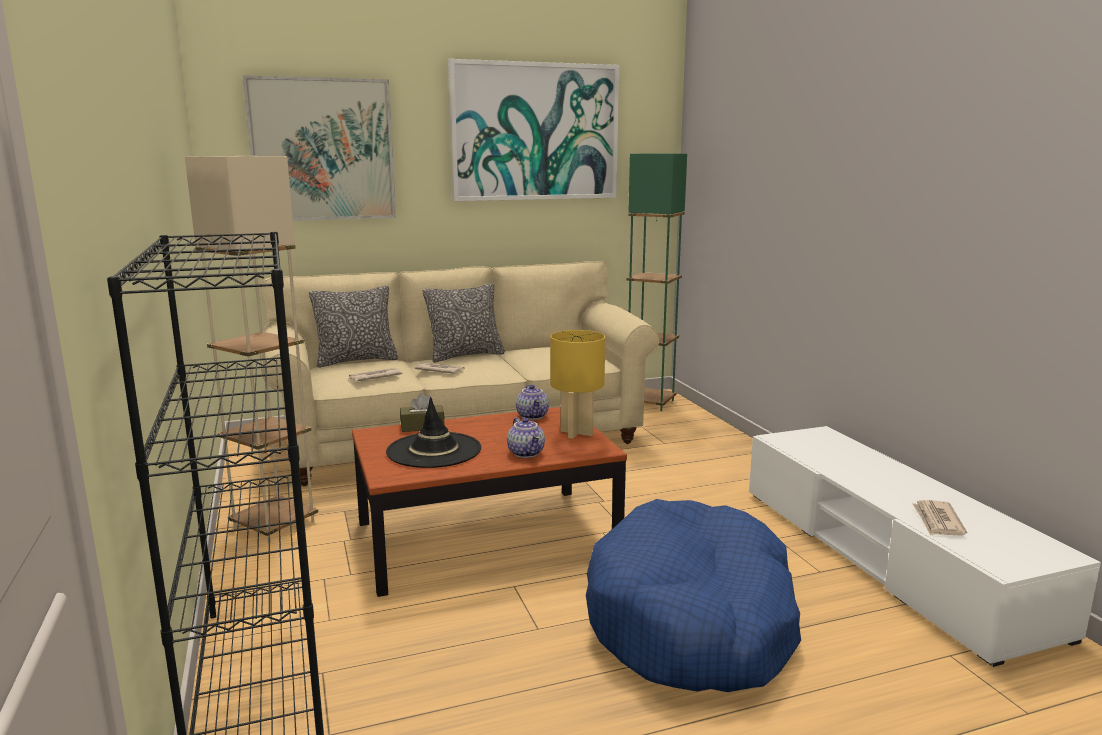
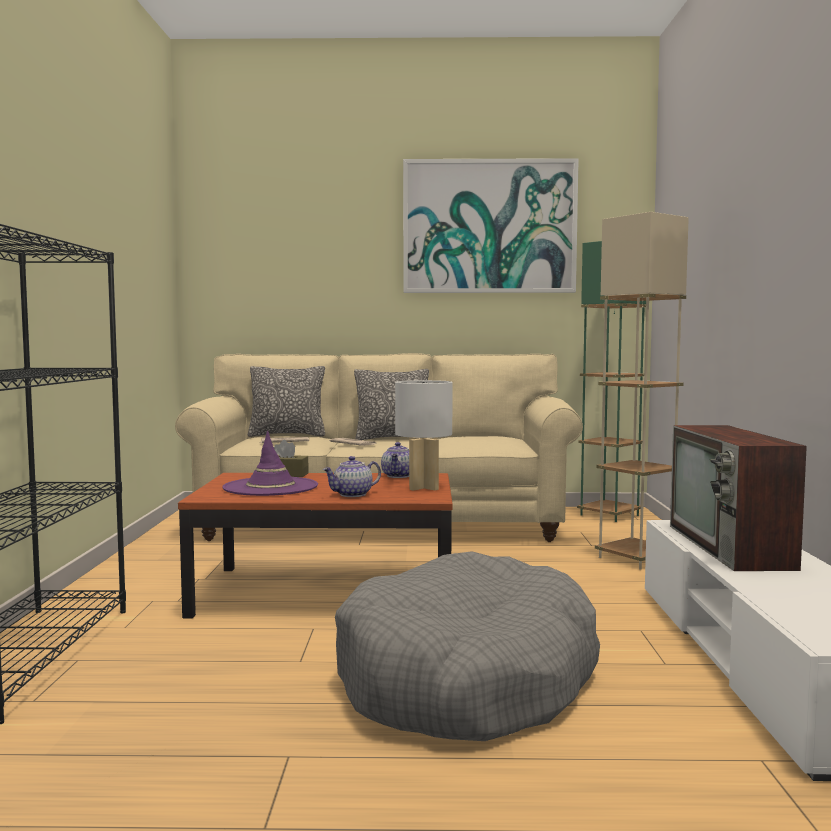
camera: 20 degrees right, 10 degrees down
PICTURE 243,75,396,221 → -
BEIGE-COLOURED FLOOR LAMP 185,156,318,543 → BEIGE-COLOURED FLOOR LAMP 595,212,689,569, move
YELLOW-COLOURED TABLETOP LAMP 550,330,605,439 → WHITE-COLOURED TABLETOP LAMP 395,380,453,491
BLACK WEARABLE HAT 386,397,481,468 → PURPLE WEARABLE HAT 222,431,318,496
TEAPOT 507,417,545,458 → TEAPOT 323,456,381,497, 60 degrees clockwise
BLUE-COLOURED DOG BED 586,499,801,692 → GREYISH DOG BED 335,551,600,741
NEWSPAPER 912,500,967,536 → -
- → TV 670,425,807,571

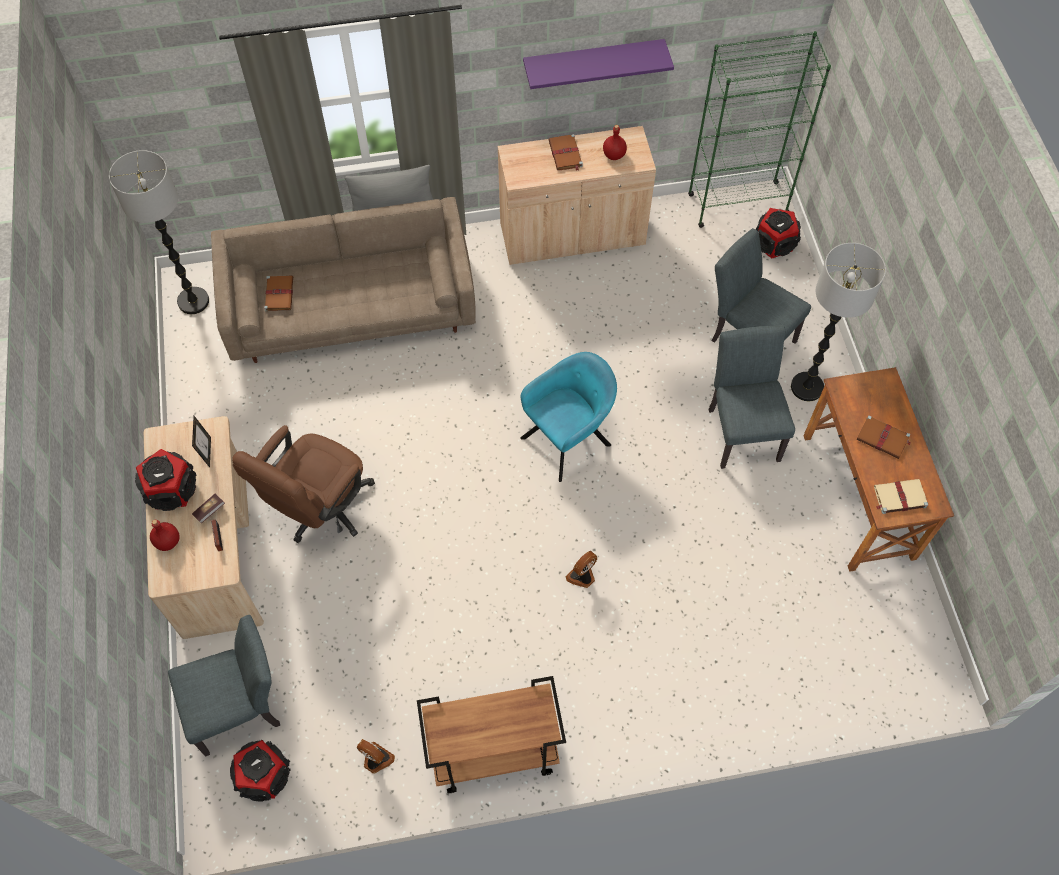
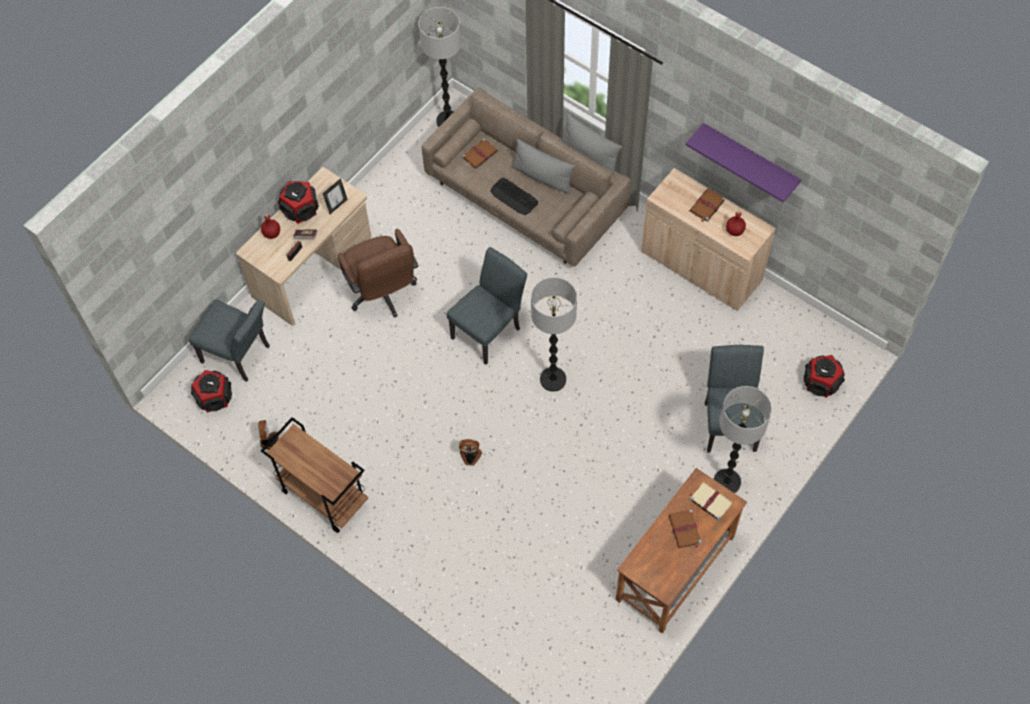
camera: 50 degrees right, 0 degrees up
GREEN-COLOURED BOOKCASE 688,31,831,228 → -
GREYISH CHAIR 708,325,795,469 → GREYISH CHAIR 447,247,527,365, move
BLUE-GREEN ARMCHAIR 520,352,617,482 → FLOOR LAMP 531,277,577,392
BROWN OFFICE CHAIR 232,425,375,543 → BROWN OFFICE CHAIR 338,229,419,318, 105 degrees counterclockwise
BEIGE-COLOURED BOUND BOOK 874,479,928,514 → BEIGE-COLOURED BOUND BOOK 690,482,732,521, move
- → GREYISH PILLOW 512,139,575,194
- → COMPUTER KEYBOARD 490,178,538,215

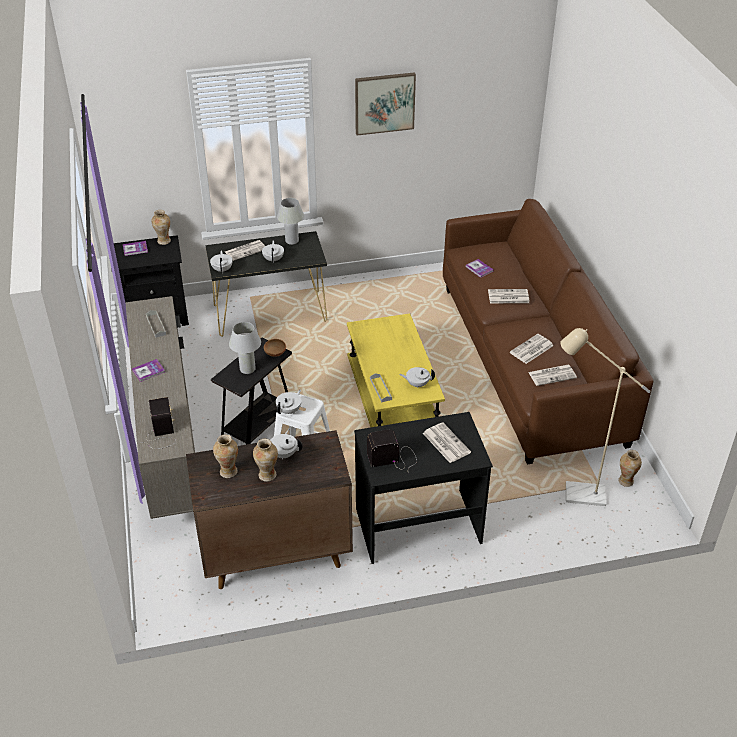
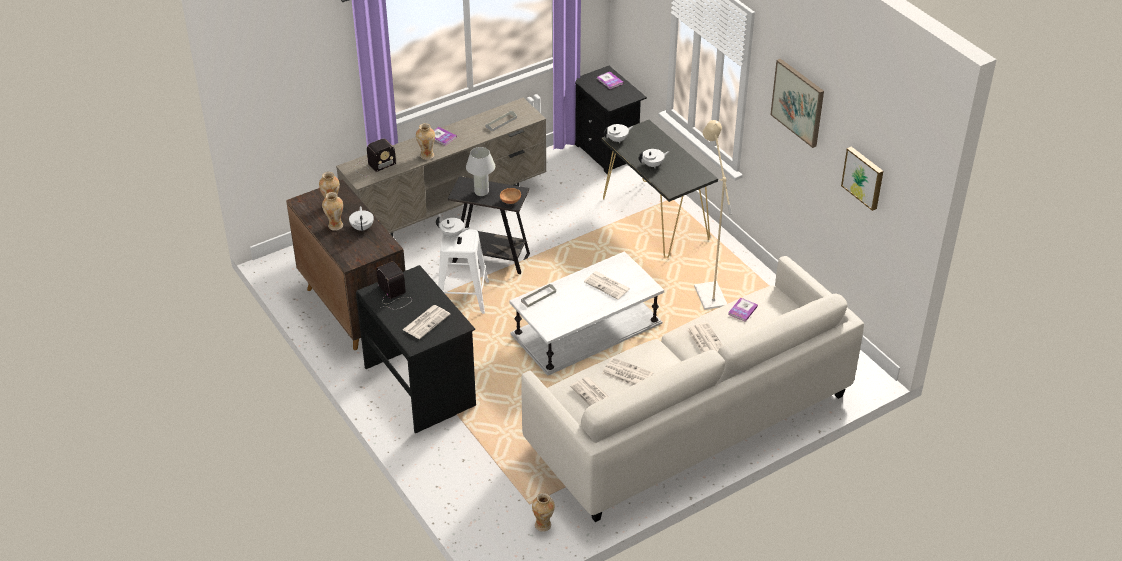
camera: 70 degrees right, 0 degrees up
WHITE-COLOURED TABLETOP LAMP 277,198,304,245 → -
BROWN SOFA 443,199,653,465 → WHITE-COLOURED SOFA 521,256,864,522
VASE 152,210,171,245 → VASE 416,123,435,160, move
NEWSPAPER 225,240,265,261 → NEWSPAPER 584,271,630,299, move
YELLOW-COLOURED LOUNGE TABLE 347,314,445,427 → WHITE-COLOURED LOUNGE TABLE 510,251,664,376
BEIGE-COLOURED FLOOR LAMP 560,328,651,506 → BEIGE-COLOURED FLOOR LAMP 694,120,732,310, move
WHITE-COLOURED TEAPOT 399,367,435,388 → -
- → PICTURE 841,147,883,211

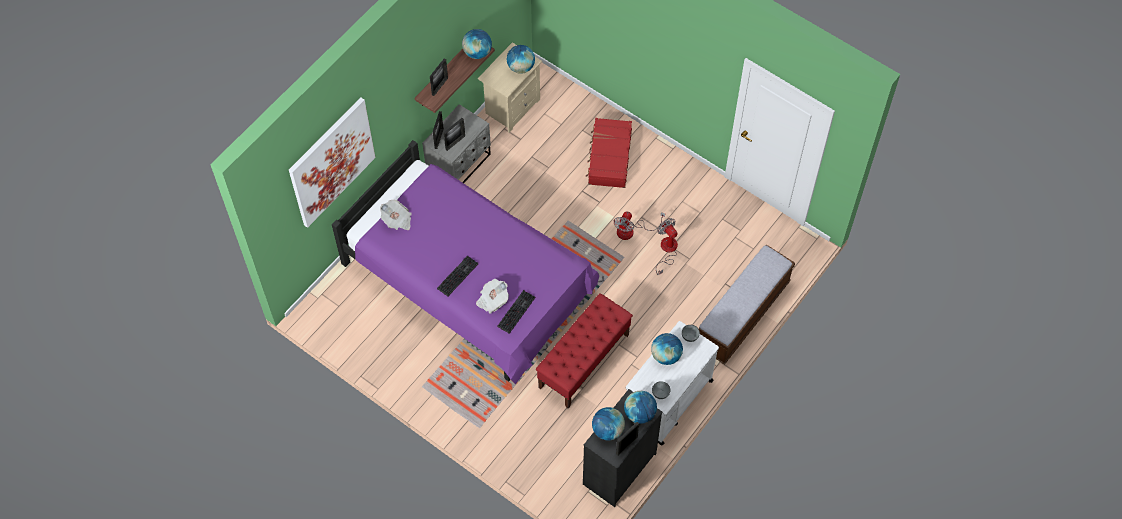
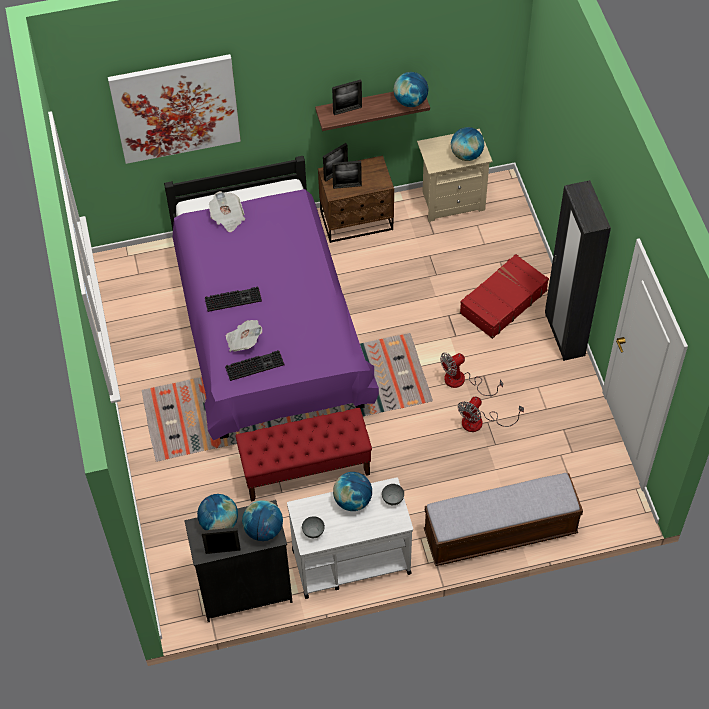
camera: 40 degrees right, 5 degrees down
GREYISH NIGHTSTAND 422,104,491,183 → BROWN NIGHTSTAND 318,156,394,243
FAN 656,218,678,275 → FAN 458,397,524,432, 150 degrees counterclockwise
- → BLACK CLOTHES CUPBOARD 545,180,611,361

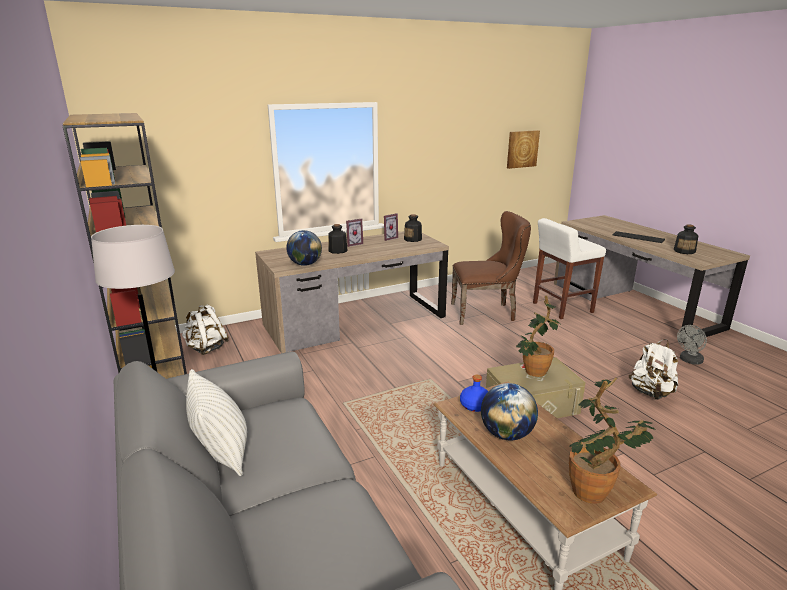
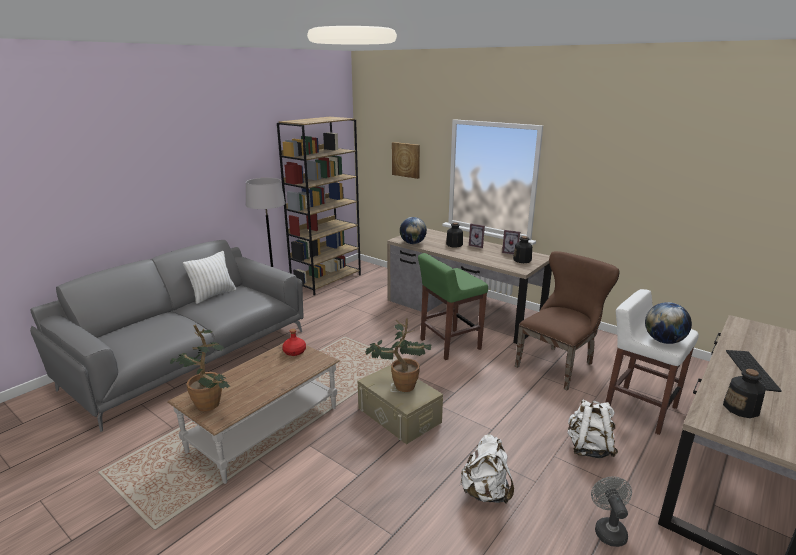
camera: 65 degrees right, 0 degrees up
PICTURE 507,130,540,169 → PICTURE 392,142,420,179, move
BROWN CHAIR 451,211,531,325 → BROWN CHAIR 515,251,620,391, 105 degrees counterclockwise
WHITE-COLOURED RUCKSACK 182,304,229,355 → WHITE-COLOURED RUCKSACK 568,400,618,458, move
GREYISH FAN 677,325,707,364 → GREYISH FAN 591,476,632,547, 60 degrees clockwise
BLUE-COLOURED BOTTLE 460,375,488,412 → REDDISH BOTTLE 282,329,306,356
WORLD GLOBE 481,383,538,441 → WORLD GLOBE 645,302,692,344, move
- → GREEN-COLOURED STOOL 418,253,488,360

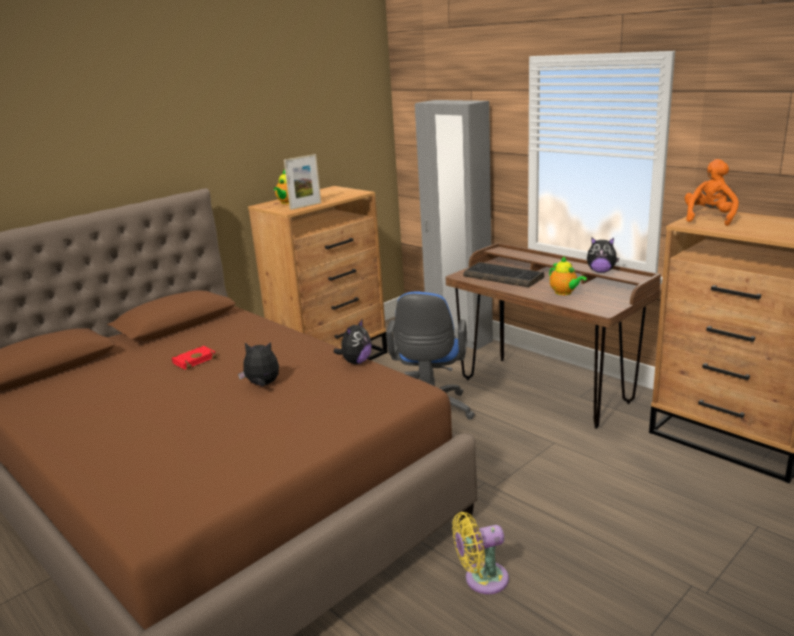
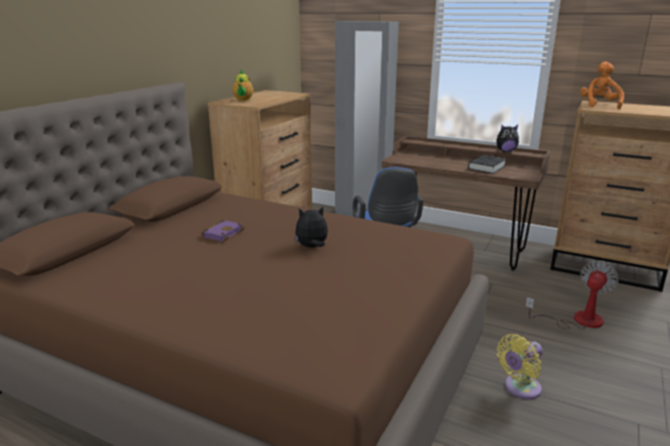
camera: 20 degrees left, 0 degrees up
PICTURE FRAME 284,154,321,210 → -
TEAPOT 549,256,587,295 → BLACK BOUND BOOK 468,155,506,174
COMPUTER KEYBOARD 463,262,544,288 → -
SOFT TOY 334,319,372,364 → -
REDDISH BOUND BOOK 171,345,217,370 → PURPLE BOUND BOOK 201,220,245,241
- → FAN 525,261,619,329

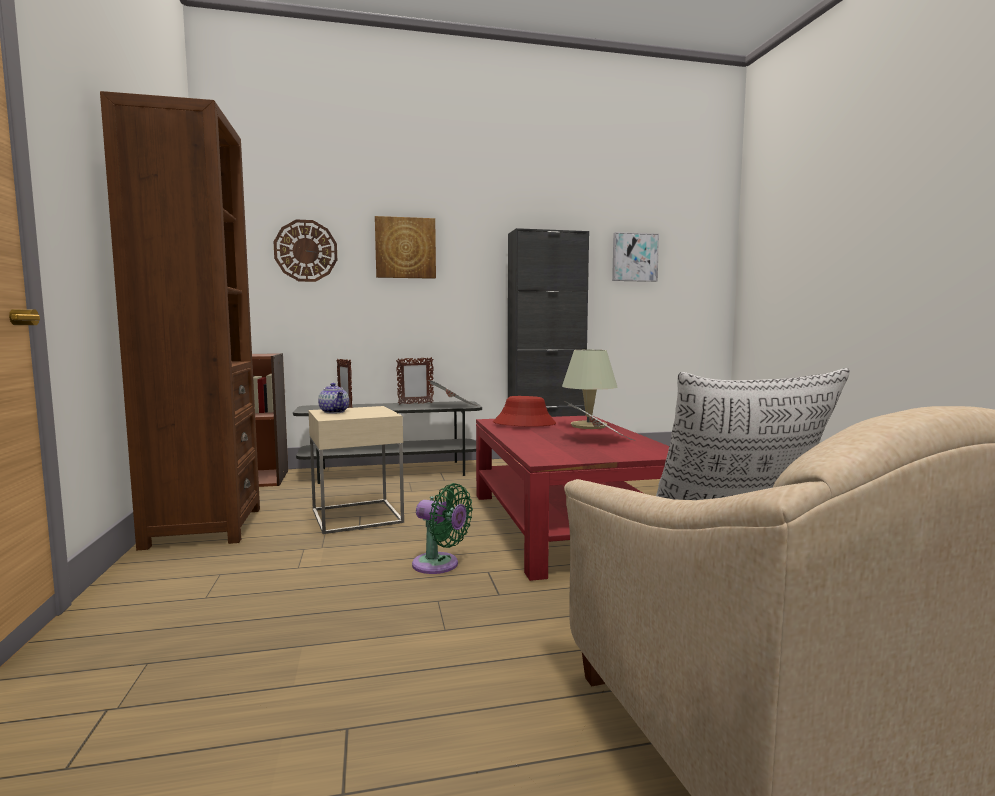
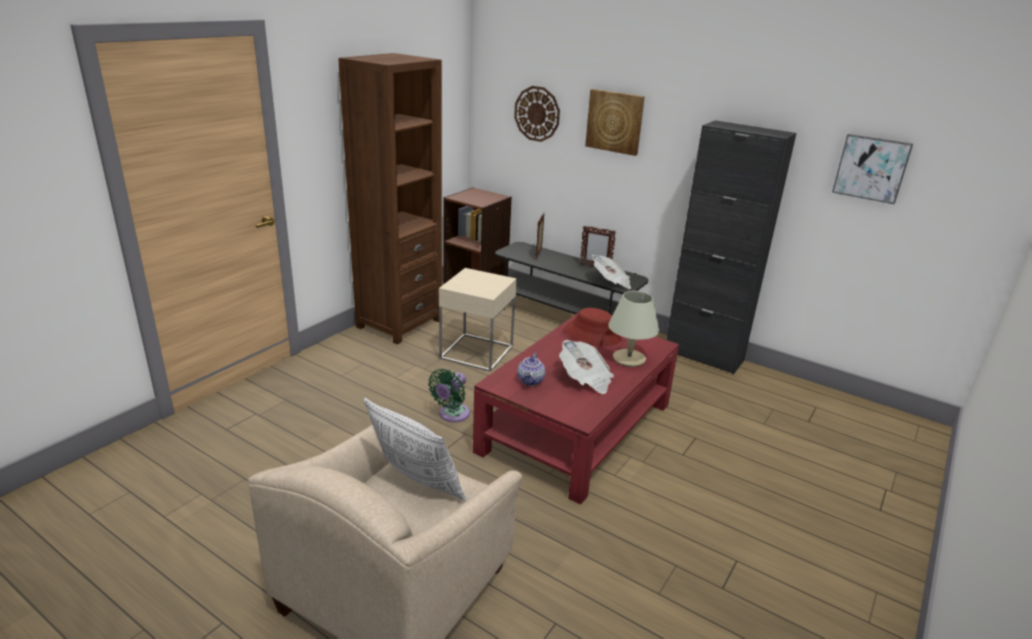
camera: 45 degrees right, 20 degrees up
TEAPOT 318,383,349,414 → TEAPOT 517,353,545,386, move
GREEN-COLOURED FAN 412,483,473,574 → GREEN-COLOURED FAN 428,369,470,422, 45 degrees clockwise

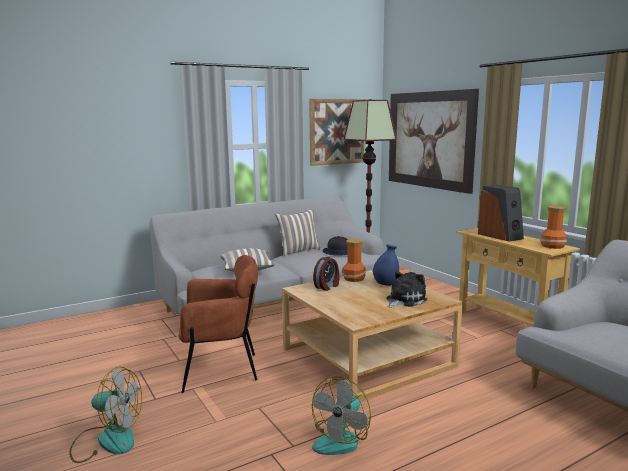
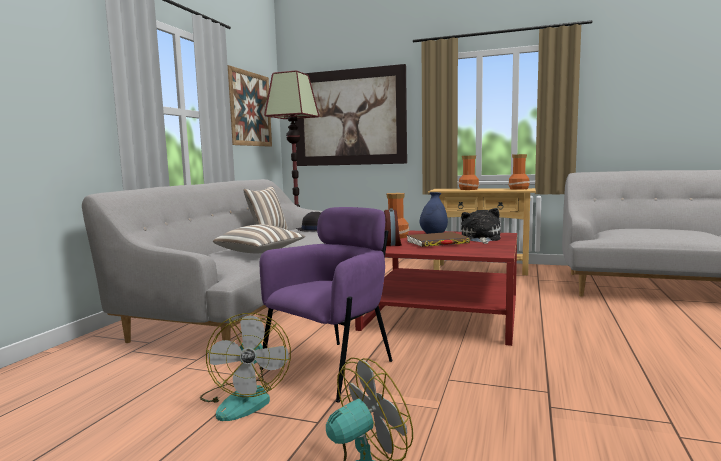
camera: 40 degrees left, 5 degrees down
AUDIO SPEAKER 478,185,524,242 → VASE 458,155,479,190
BROWN ARMCHAIR 178,255,258,393 → PURPLE ARMCHAIR 260,207,392,402
BEIGE-COLOURED LOUNGE TABLE 282,270,463,401 → REDDISH LOUNGE TABLE 355,231,517,346
FAN 312,376,371,455 → FAN 200,313,291,421, move
- → BROWN BOUND BOOK 407,232,470,247

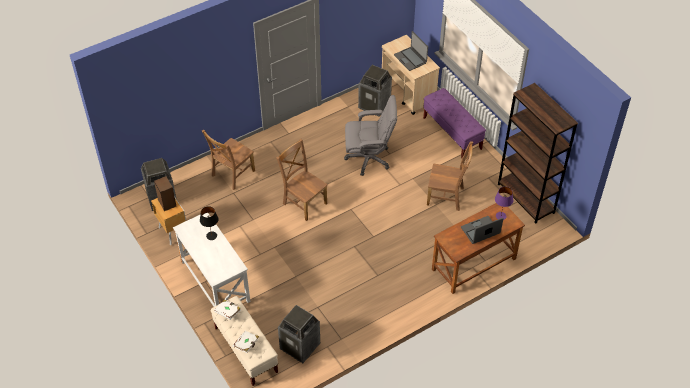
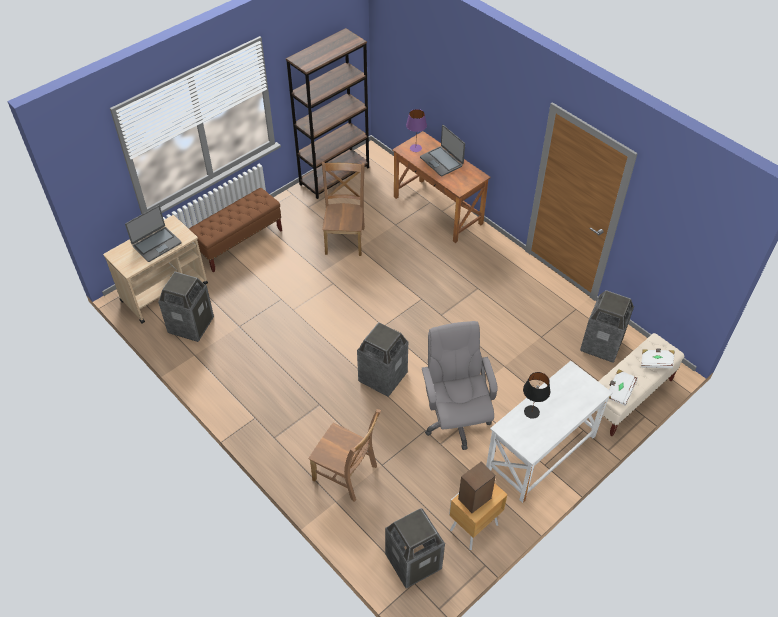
camera: 100 degrees left, 0 degrees up
PURPLE BENCH 423,88,486,158 → BROWN BENCH 189,188,282,273
GREYISH OFFICE CHAIR 344,95,397,176 → GREYISH OFFICE CHAIR 422,321,498,450, move
BROWN CHAIR 276,139,328,221 → TRASH CAN 357,322,408,397

